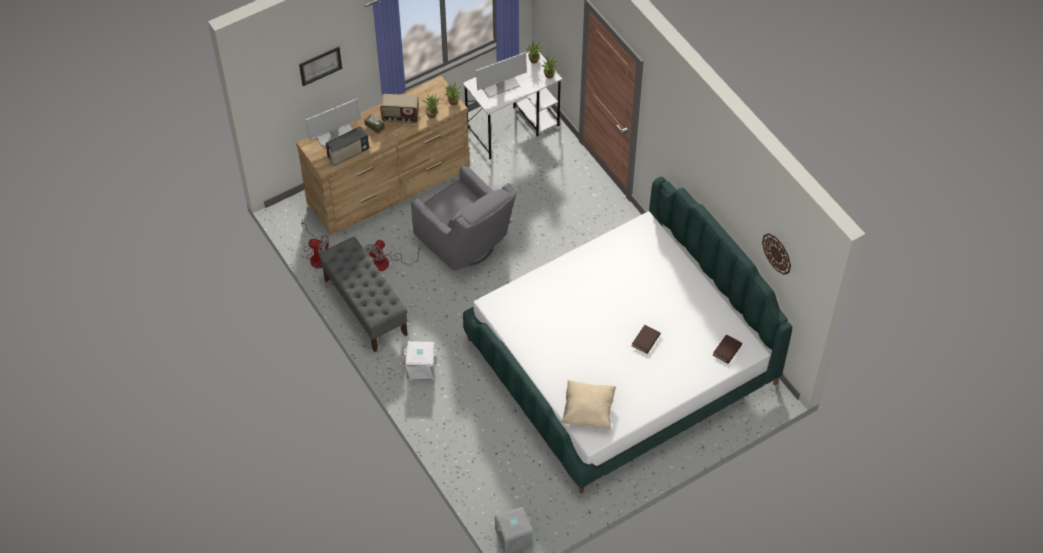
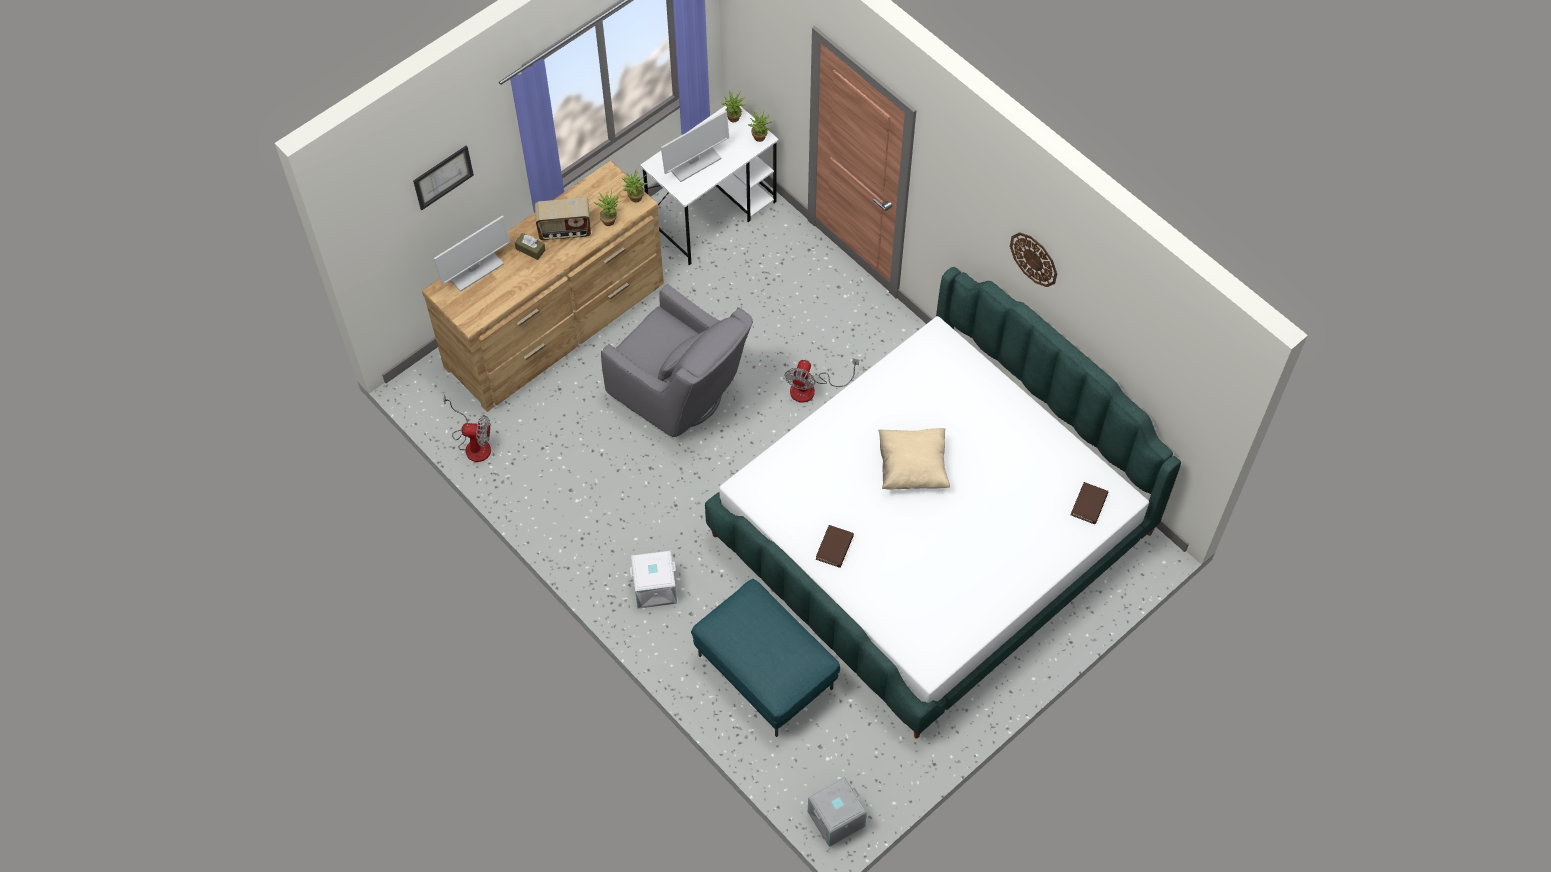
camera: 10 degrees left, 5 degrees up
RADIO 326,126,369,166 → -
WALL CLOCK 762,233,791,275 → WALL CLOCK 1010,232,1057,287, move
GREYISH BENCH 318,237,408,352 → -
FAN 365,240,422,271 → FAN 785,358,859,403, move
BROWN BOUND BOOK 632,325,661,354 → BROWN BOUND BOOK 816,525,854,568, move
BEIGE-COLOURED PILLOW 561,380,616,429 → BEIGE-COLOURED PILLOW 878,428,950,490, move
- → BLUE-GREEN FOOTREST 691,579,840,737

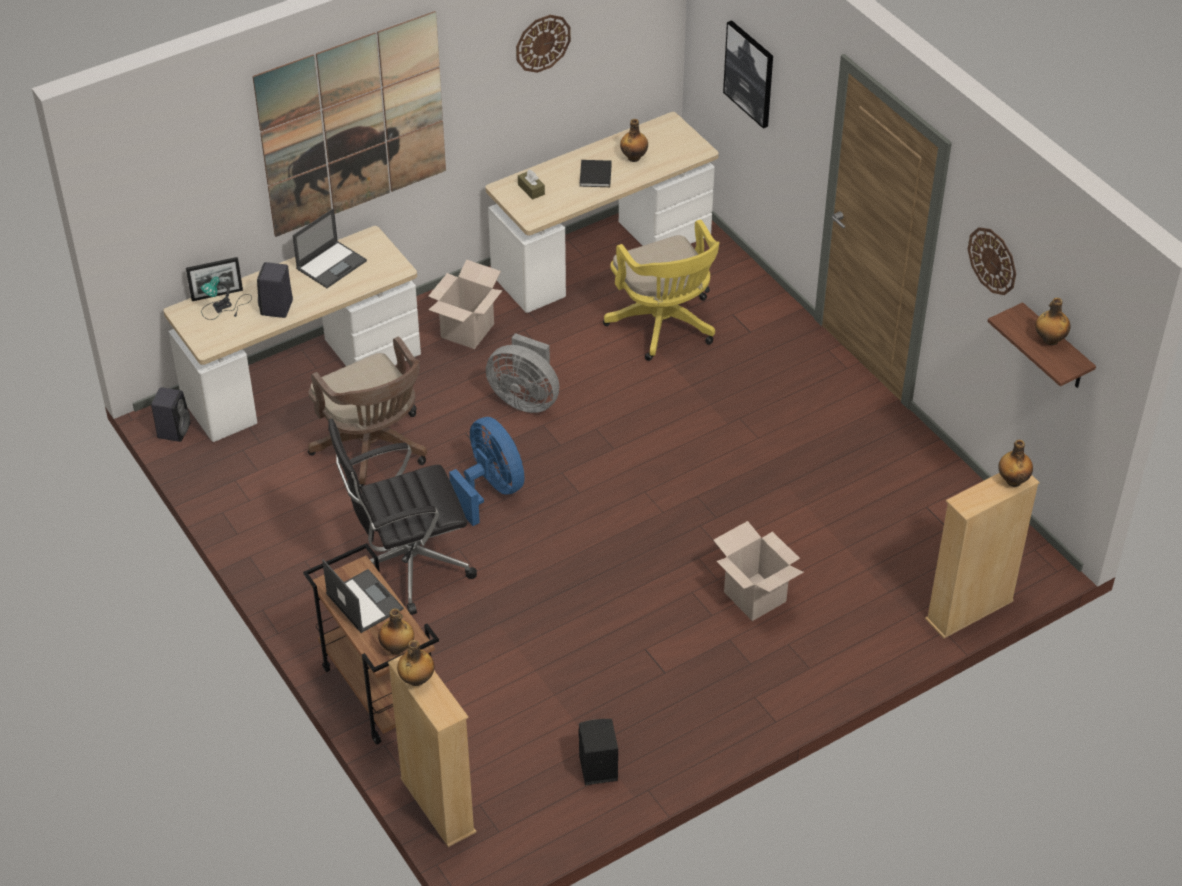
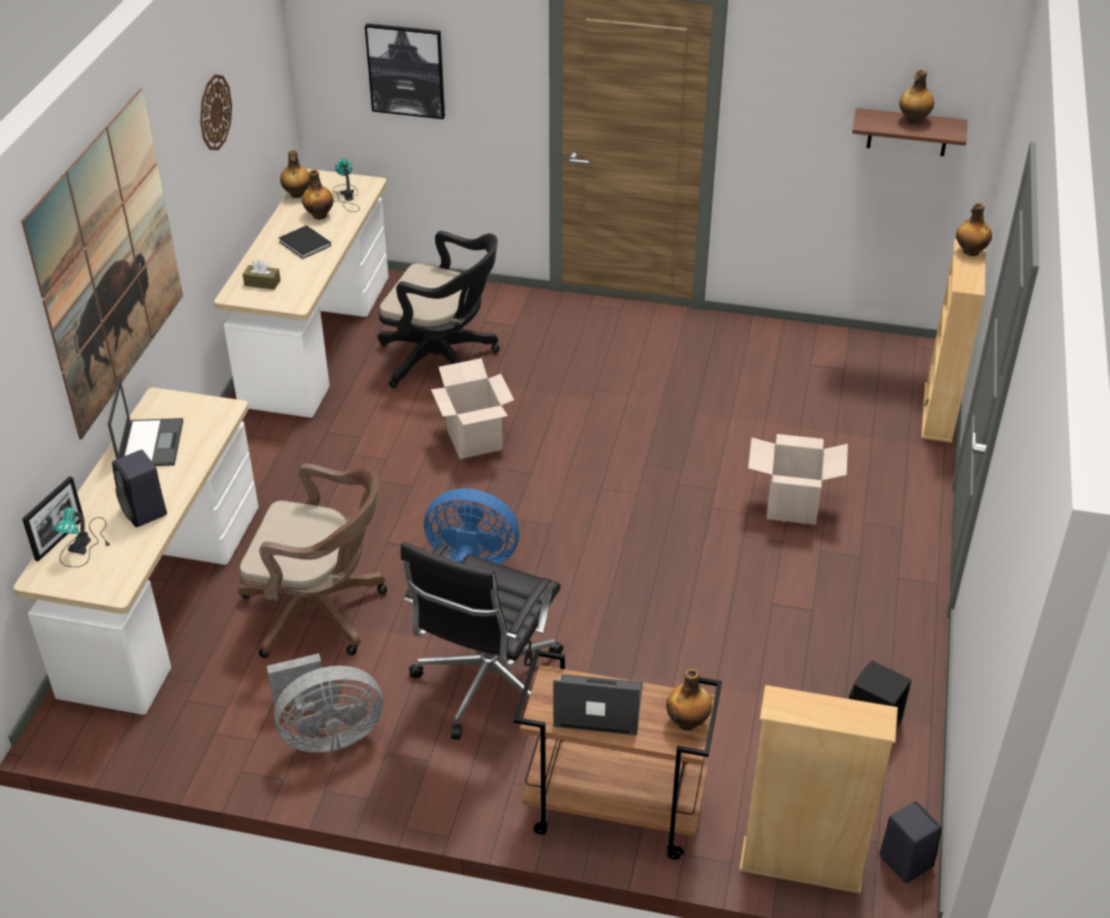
camera: 45 degrees left, 5 degrees down
YELLOW-COLOURED OFFICE CHAIR 603,220,720,361 → BLACK OFFICE CHAIR 378,231,500,388
WALL CLOCK 968,227,1016,295 → -
PACKING BOX 428,260,503,349 → PACKING BOX 431,358,514,459, move
GREYISH FAN 486,333,559,413 → GREYISH FAN 267,653,383,753, move
BLACK AUDIO SPEAKER 151,387,190,442 → BLACK AUDIO SPEAKER 879,801,941,883, move
BOTTLE 397,640,435,686 → BOTTLE 280,150,310,198, move
- → TABLETOP LAMP 332,158,360,212

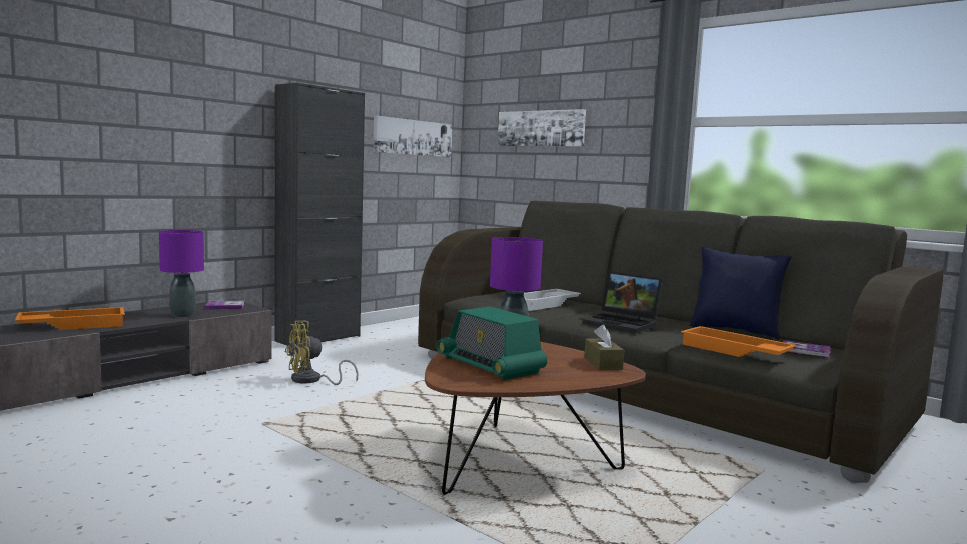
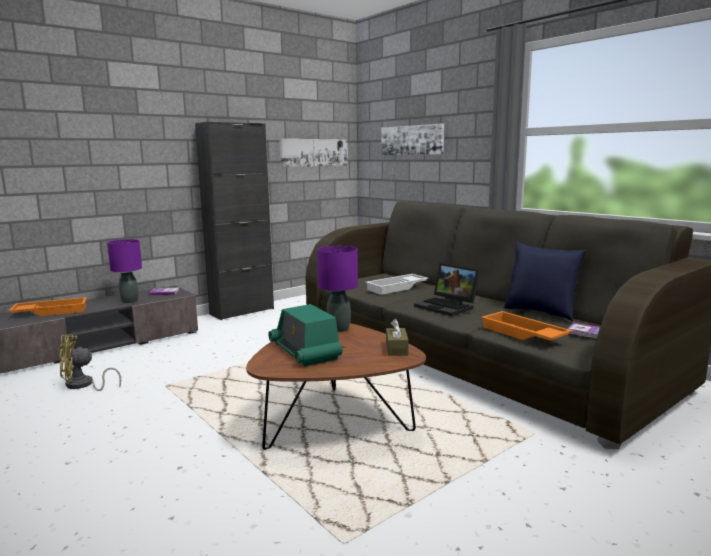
camera: 10 degrees right, 5 degrees up
YELLOW-COLOURED FAN 285,321,359,385 → YELLOW-COLOURED FAN 59,335,121,391, move

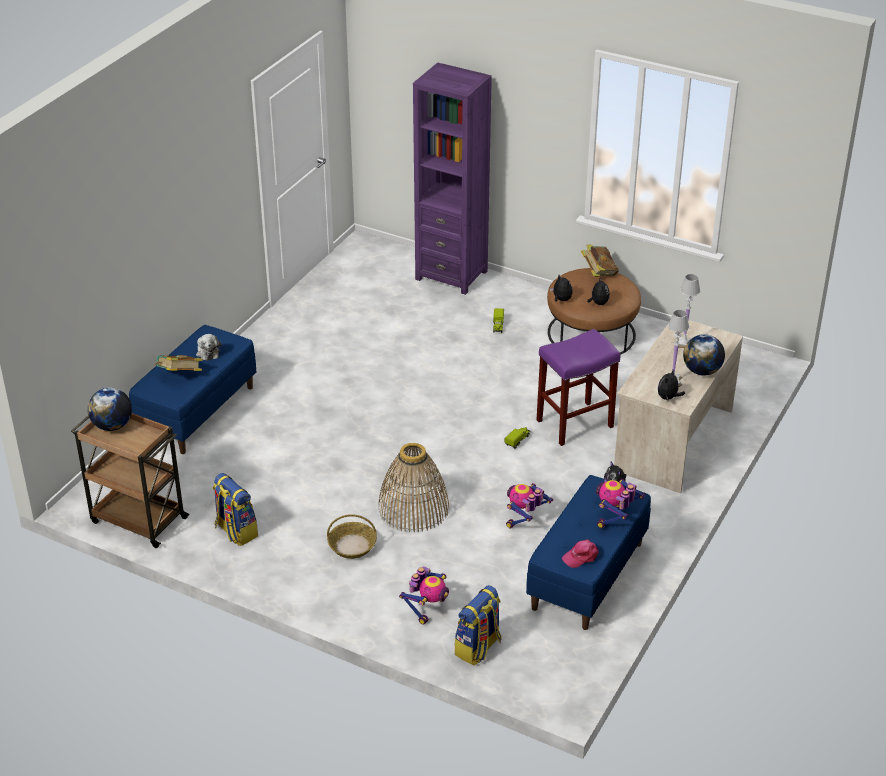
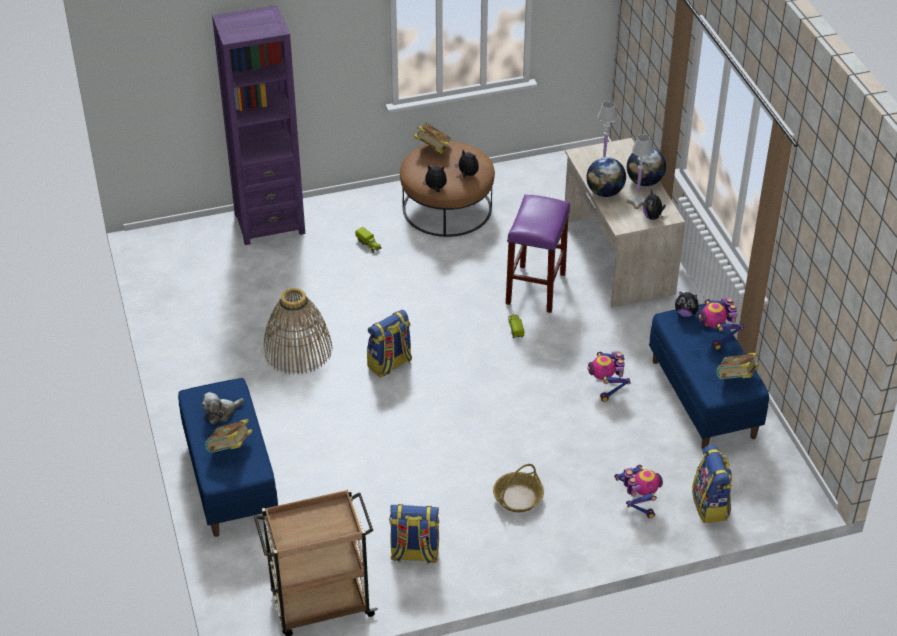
camera: 45 degrees left, 5 degrees up
SOFT TOY 196,334,221,361 → SOFT TOY 202,392,244,424, 120 degrees clockwise
WORLD GLOBE 88,387,132,431 → WORLD GLOBE 586,157,626,197, move
STORAGE BASKET 378,443,449,533 → STORAGE BASKET 264,288,332,374, move
PINKISH CAP 562,539,599,568 → BOUND BOOK 717,352,759,379
- → RUCKSACK 367,310,412,377

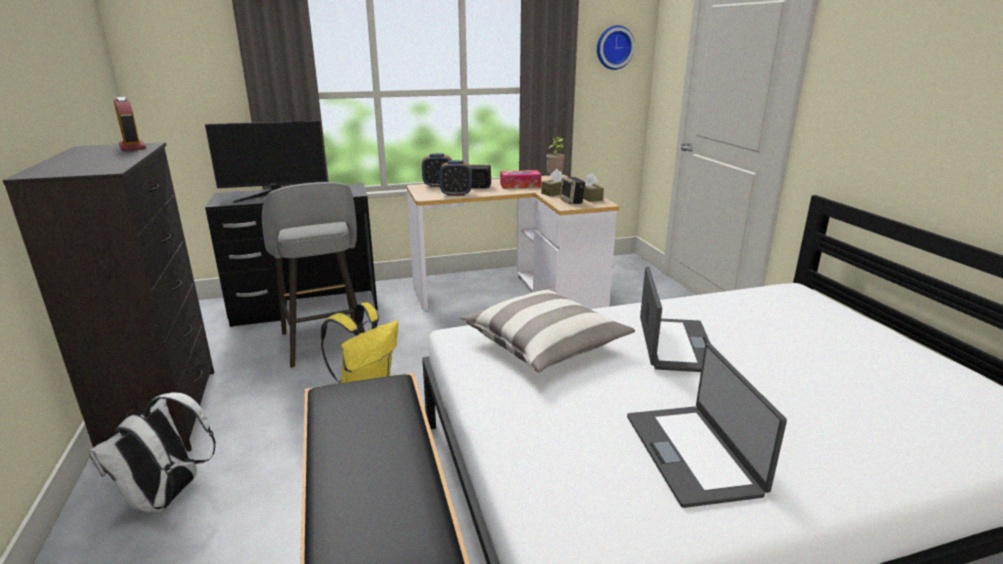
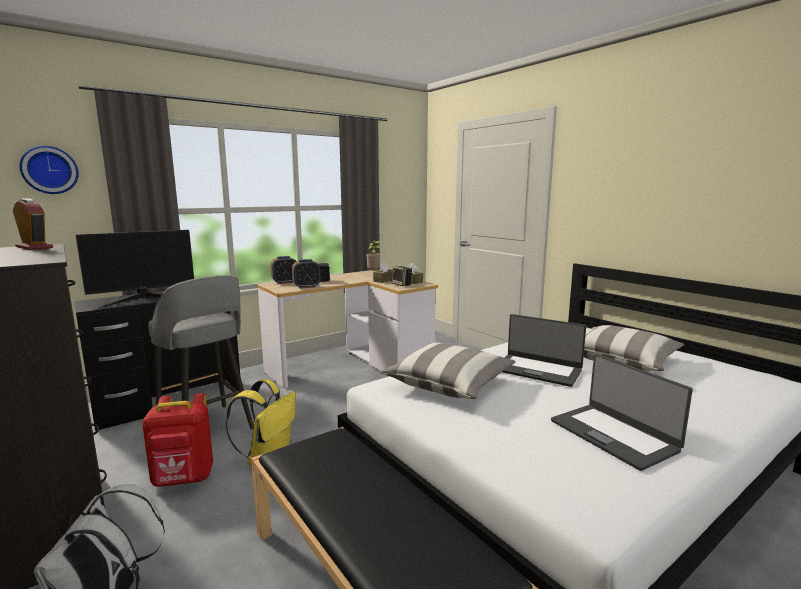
camera: 20 degrees left, 10 degrees down
WALL CLOCK 597,25,635,70 → WALL CLOCK 19,146,79,194, move
BOX OF TISSUES 500,170,541,189 → -
LAPTOP 640,266,711,372 → LAPTOP 502,314,586,387, 135 degrees clockwise
- → PILLOW 584,325,684,371
- → REDDISH RUCKSACK 142,393,213,487

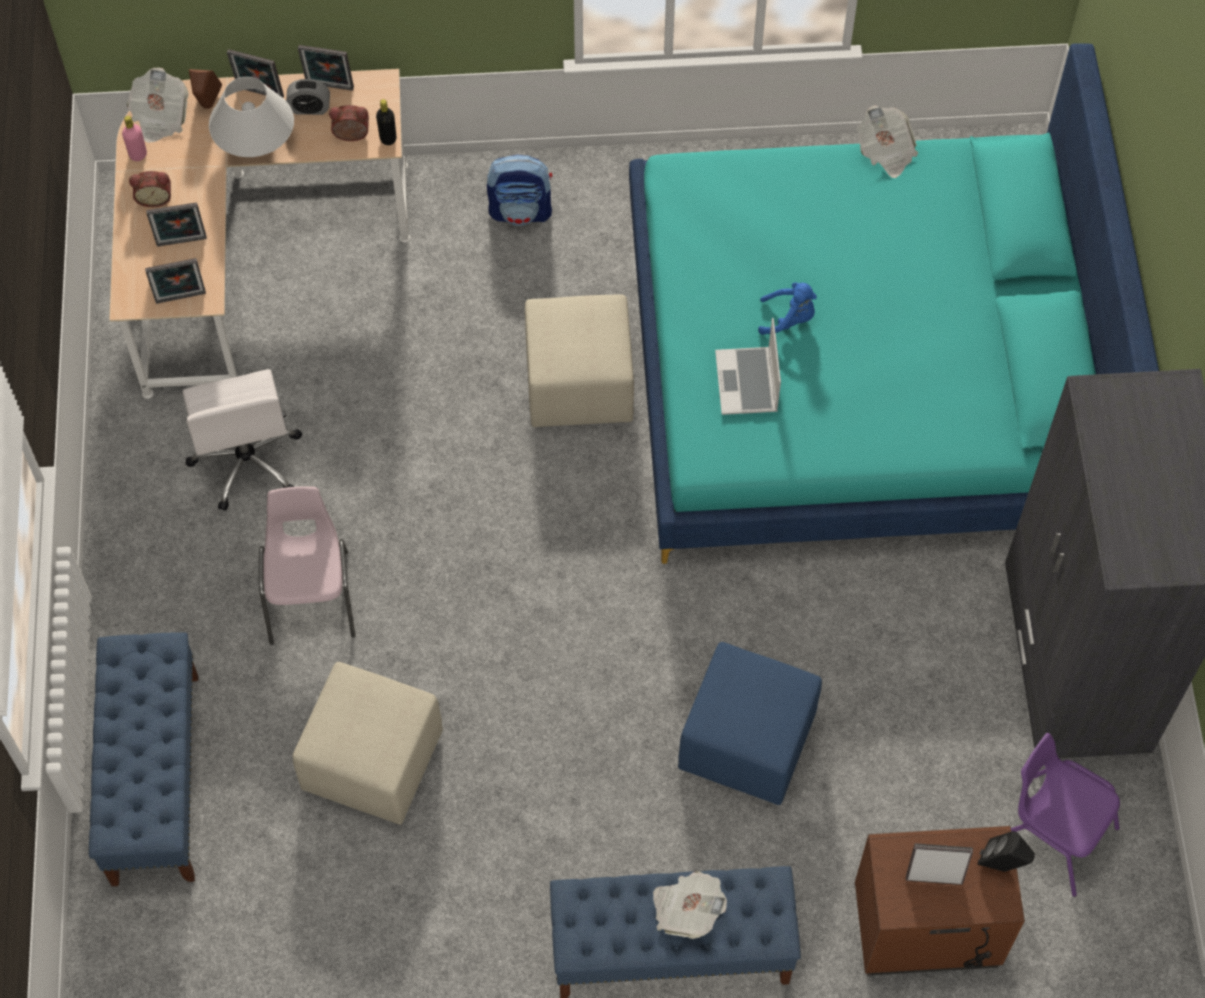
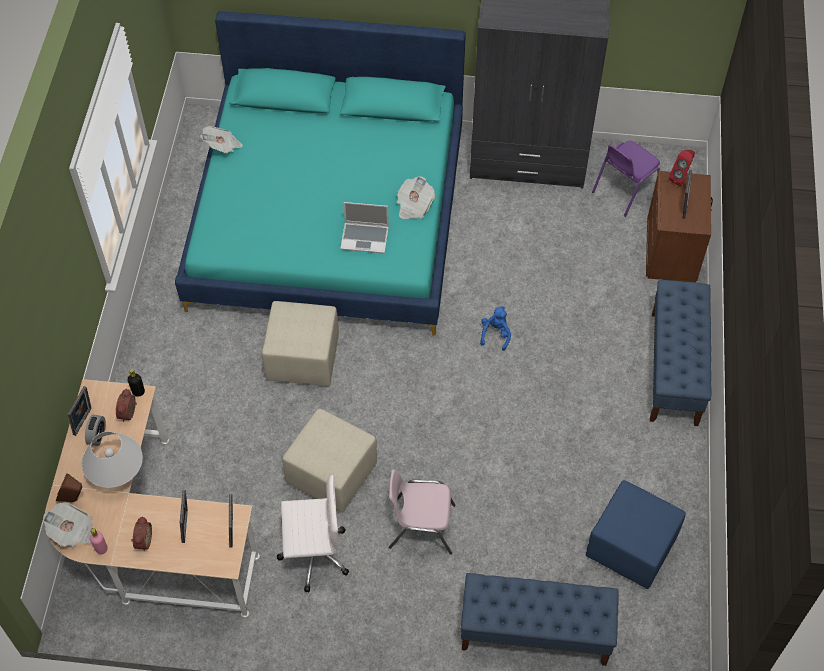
camera: 80 degrees left, 5 degrees down
PICTURE FRAME 227,49,284,98 → -
RUCKSACK 487,155,552,226 → -
BLUE-COLOURED SOFT TOY 758,282,817,335 → BLUE-COLOURED SOFT TOY 480,306,511,351, move
BLUE-COLOURED FOOTREST 678,642,822,805 → BLUE-COLOURED FOOTREST 586,480,686,589, move
BEIGE-COLOURED FOOTREST 292,662,443,825 → BEIGE-COLOURED FOOTREST 283,409,377,513, move
BLACK AUDIO SPEAKER 977,831,1035,872 → REDDISH AUDIO SPEAKER 669,150,695,186
NEWSPAPER 653,871,727,939 → NEWSPAPER 397,176,435,219, move

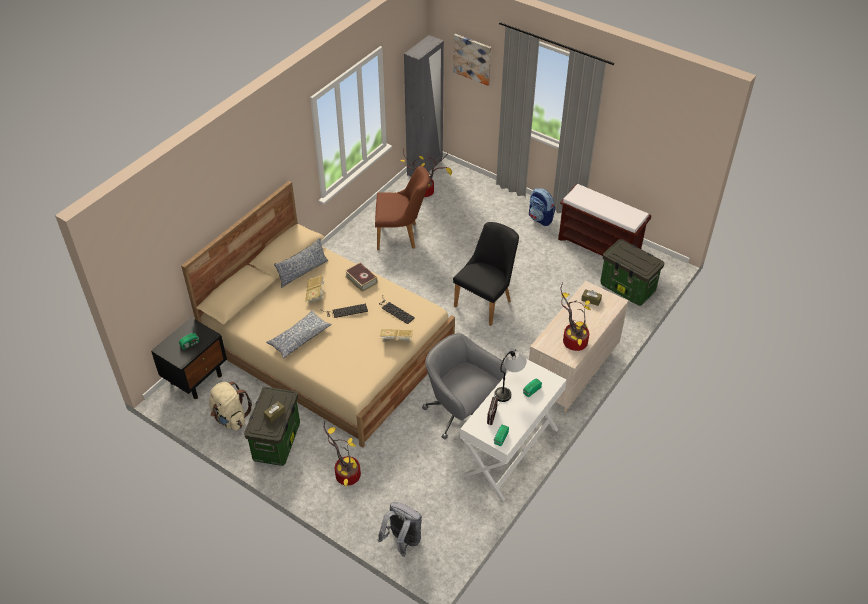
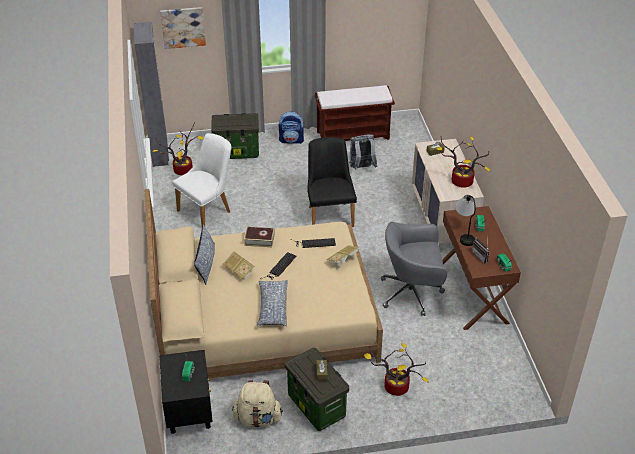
camera: 45 degrees left, 5 degrees down
BROWN CHAIR 375,166,430,250 → WHITE-COLOURED CHAIR 172,133,231,226
STORAGE BOX 600,239,664,306 → STORAGE BOX 211,113,259,159, move
WHITE-COLOURED DESK 460,359,567,501 → BROWN DESK 442,206,521,330
GREYISH RUCKSACK 378,502,422,557 → GREYISH RUCKSACK 349,134,377,170, move

